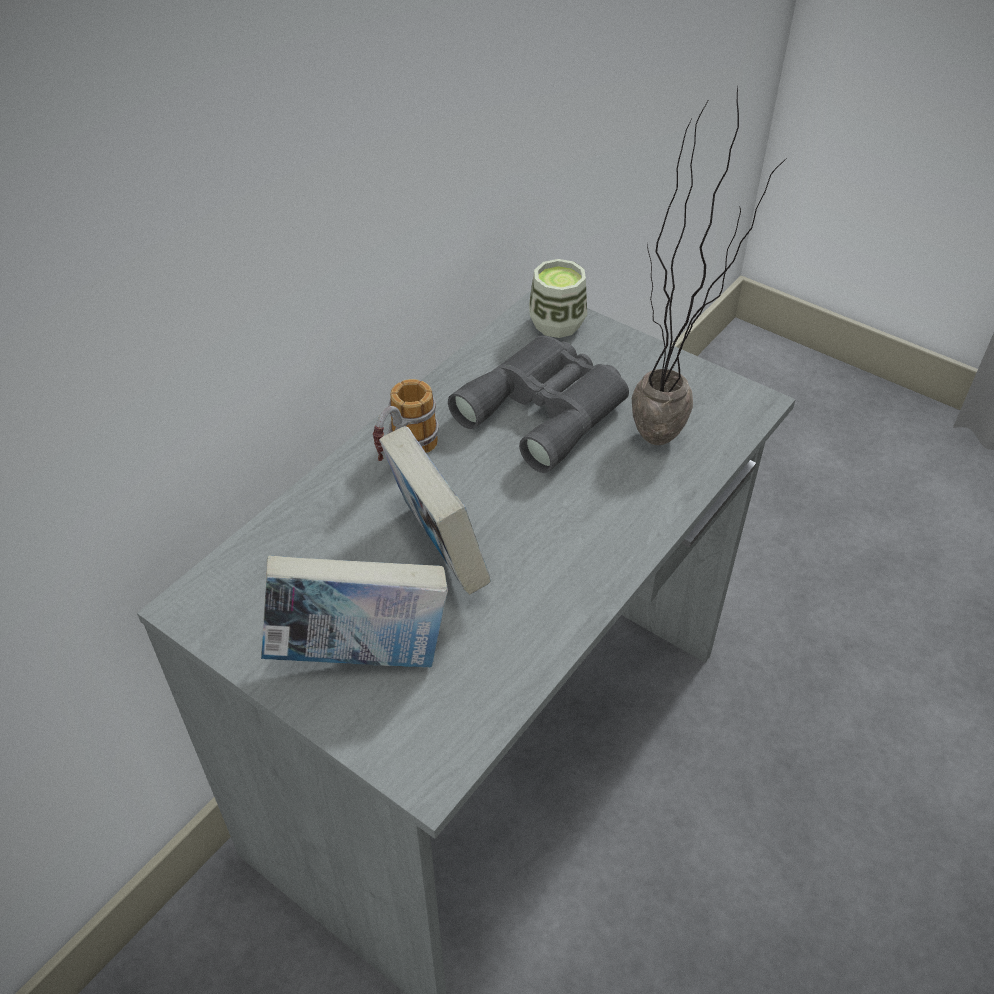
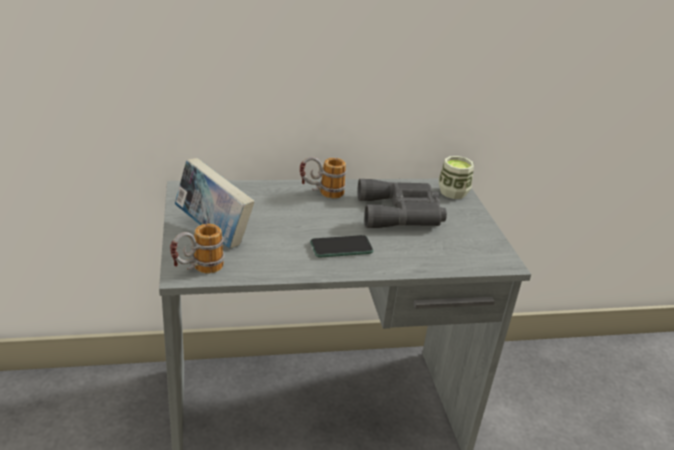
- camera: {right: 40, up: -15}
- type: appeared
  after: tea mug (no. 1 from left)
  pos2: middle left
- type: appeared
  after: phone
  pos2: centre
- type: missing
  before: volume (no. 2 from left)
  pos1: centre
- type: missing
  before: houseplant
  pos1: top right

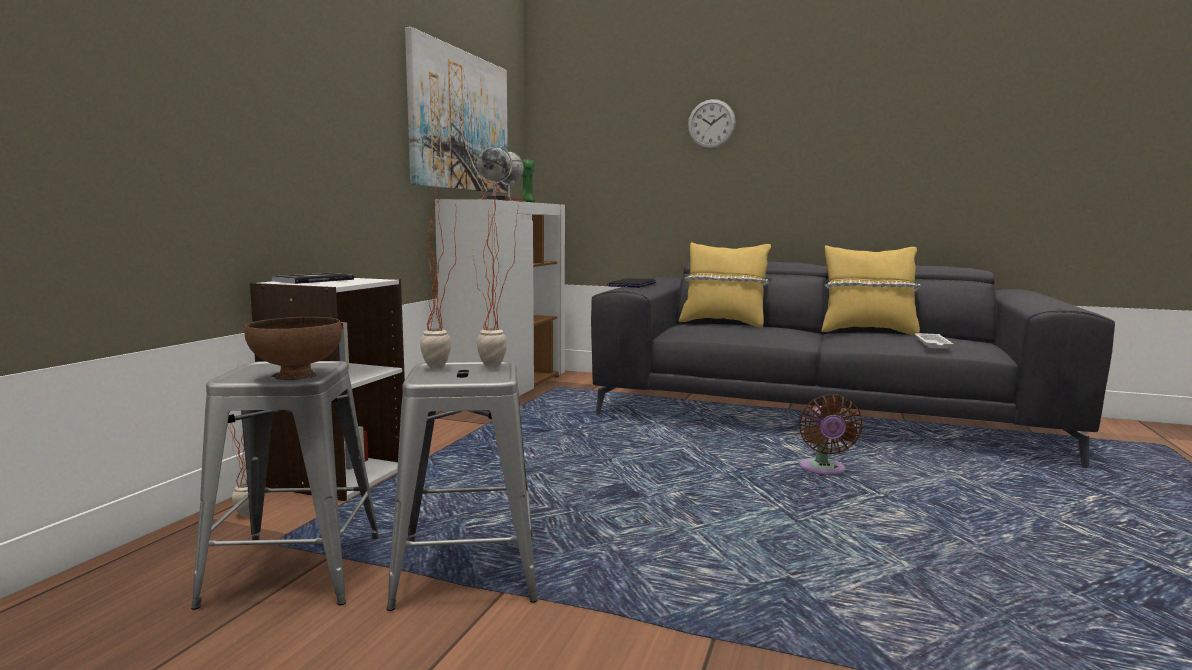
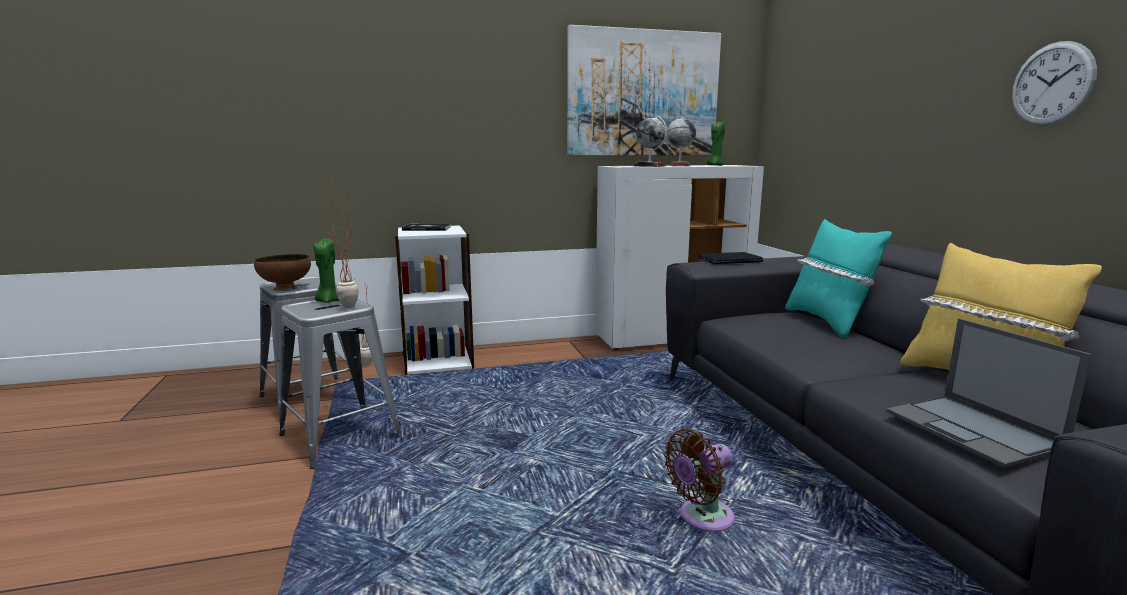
- camera: {right: 55, up: 5}
- type: exchanged
  before: houseplant (no. 2 from left)
  after: candle (greenish) (no. 1 from left)
  pos1: centre
  pos2: middle left
- type: colour
  before: throw pillow (yellowish) (no. 1 from left)
  after: throw pillow (turquoise)
  pos1: centre
  pos2: middle right
- type: exchanged
  before: serving tray (white)
  after: notebook computer (no. 2 from left)
  pos1: middle right
  pos2: middle right
- type: relocated
  before: wall clock
  pos1: top centre
  pos2: top right

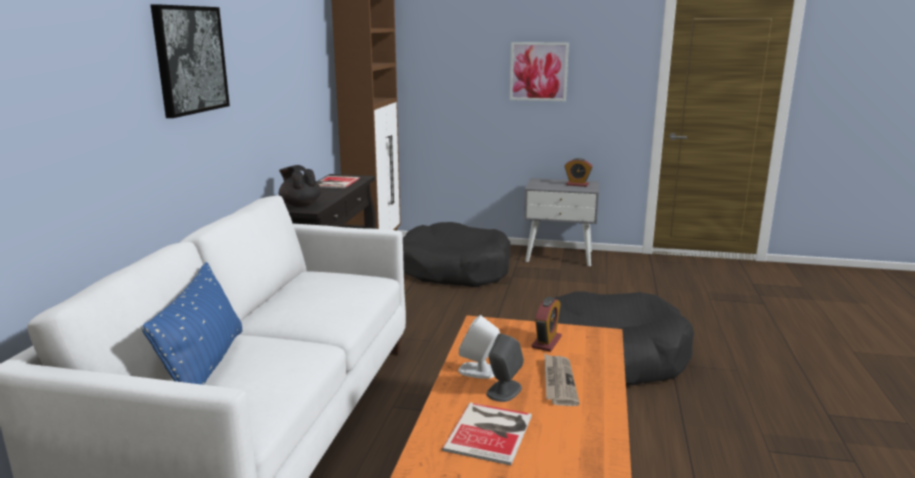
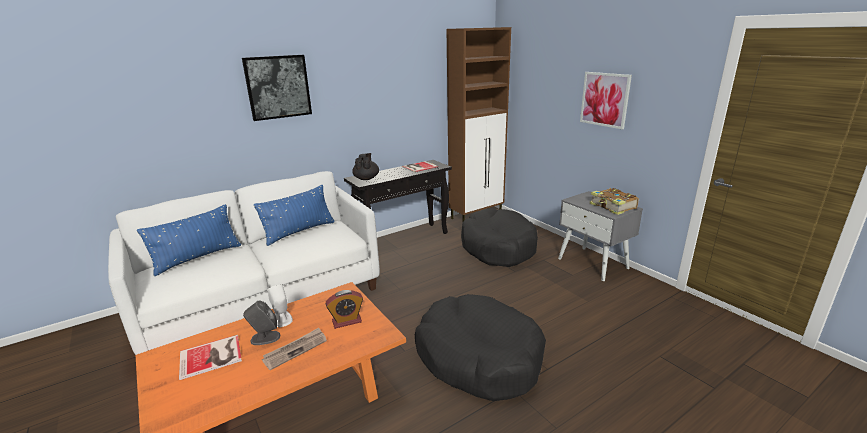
- camera: {right: 45, up: 5}
- type: appeared
  after: throw pillow (blue-coloured) (no. 2 from left)
  pos2: centre
- type: exchanged
  before: alarm clock (no. 2 from left)
  after: volume (no. 3 from left)
  pos1: centre
  pos2: middle right

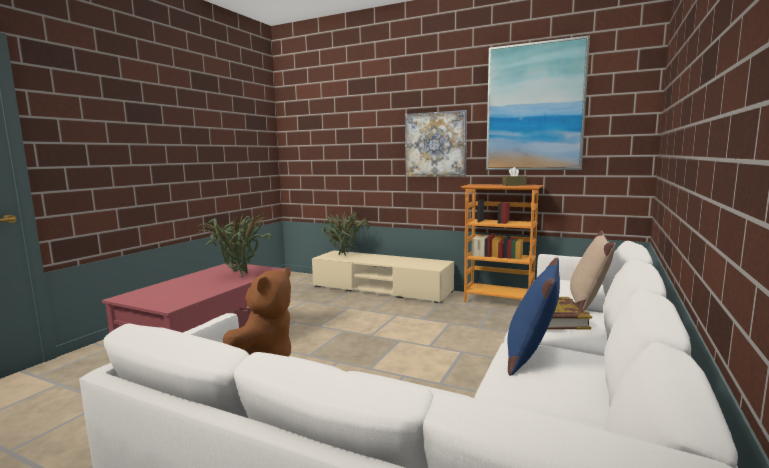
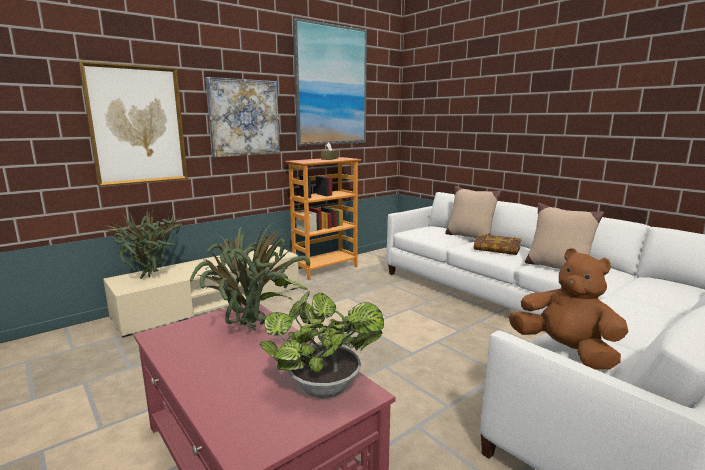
- camera: {right: -65, up: 5}
- type: appeared
  after: wall picture (no. 1 from left)
  pos2: top left
- type: appeared
  after: houseplant (no. 3 from left)
  pos2: bottom centre
- type: colour
  before: throw pillow (blue-coloured)
  after: throw pillow (beige-coloured) (no. 2 from left)
  pos1: bottom right
  pos2: middle right

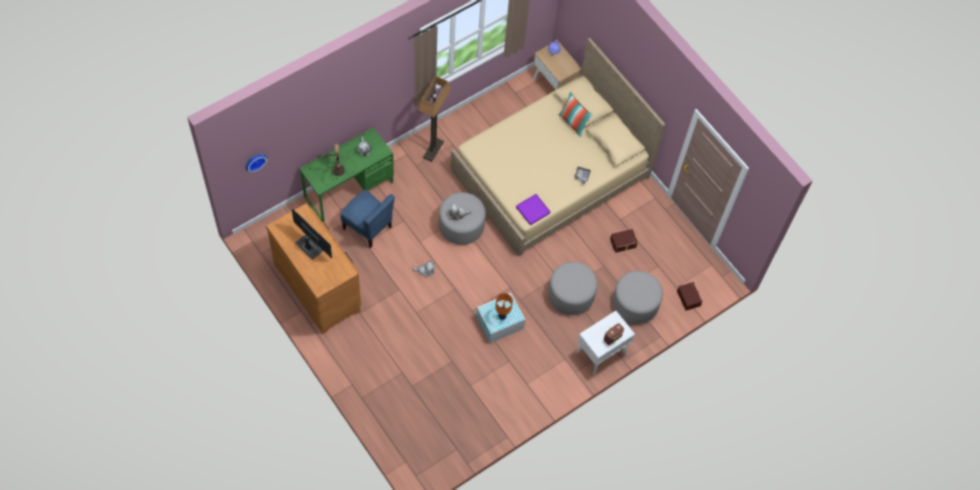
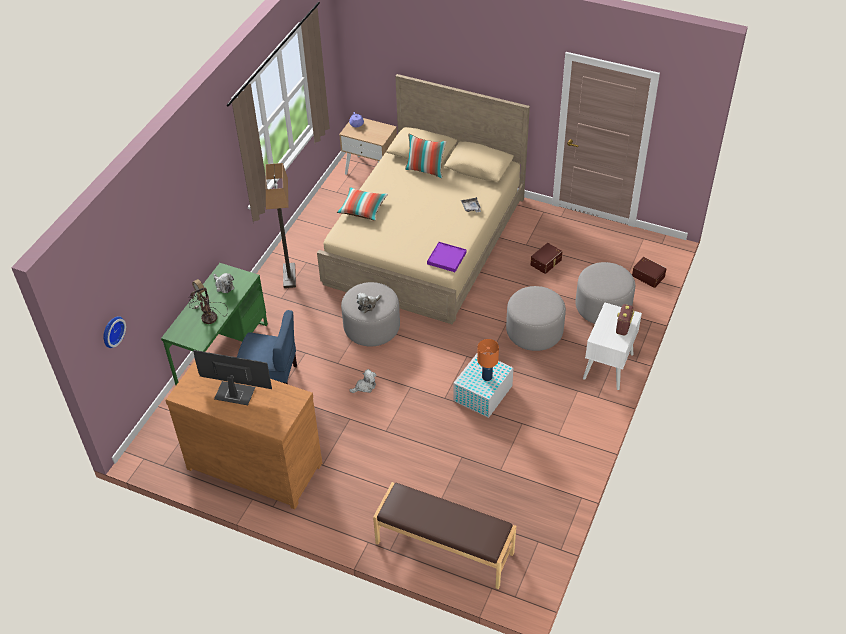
- camera: {right: -25, up: -15}
- type: appeared
  after: throw pillow (no. 1 from left)
  pos2: top centre
- type: appeared
  after: indoor bench (brown)
  pos2: bottom centre

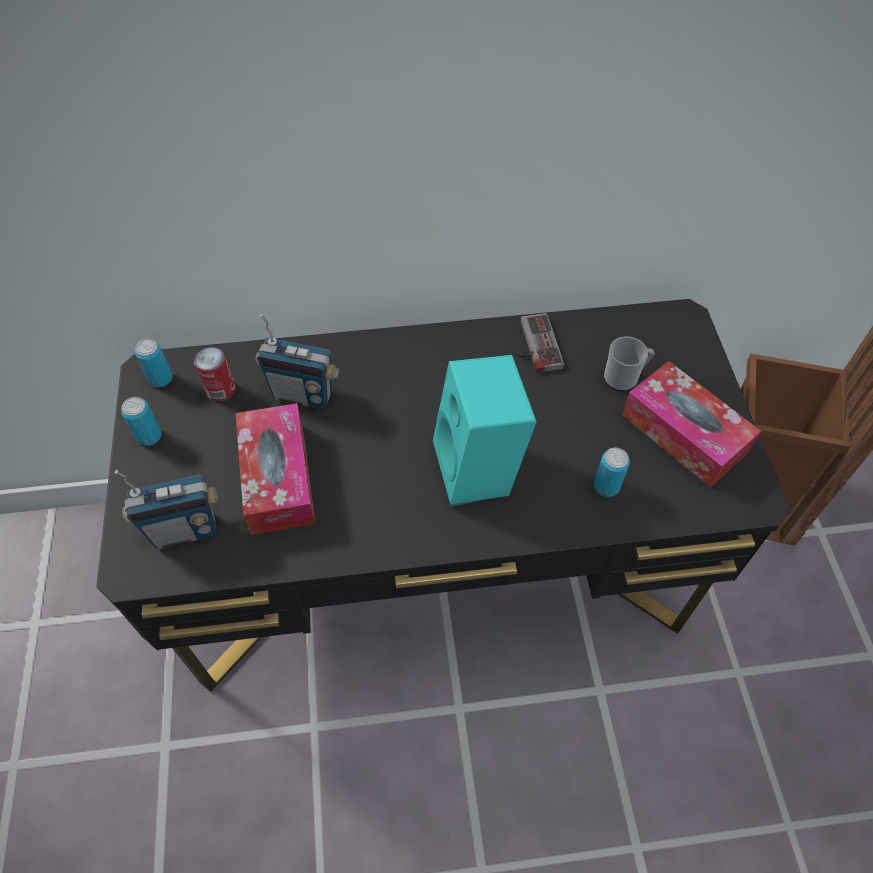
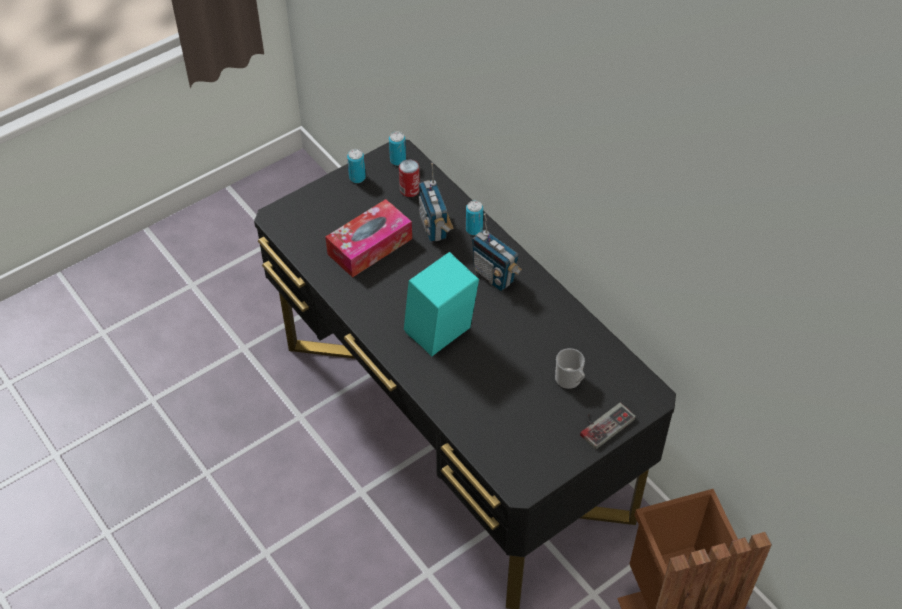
- camera: {right: 60, up: -5}
- type: relocated
  before: metal can (no. 4 from left)
  pos1: middle right
  pos2: centre
- type: relocated
  before: radio (no. 1 from left in the first image)
  after: radio (no. 2 from left)
  pos1: middle left
  pos2: centre
- type: relocated
  before: game controller
  pos1: centre
  pos2: bottom right
- type: missing
  before: tissue box (no. 2 from left)
  pos1: middle right

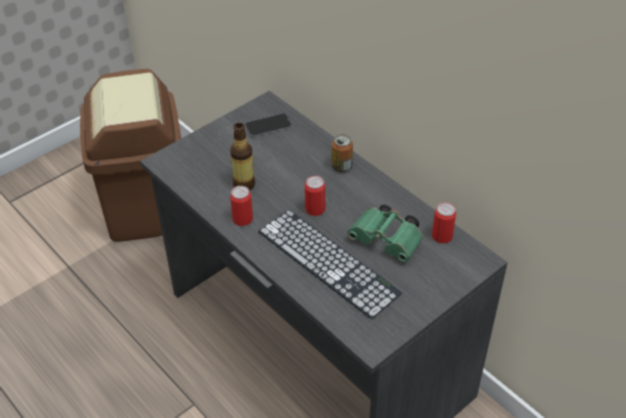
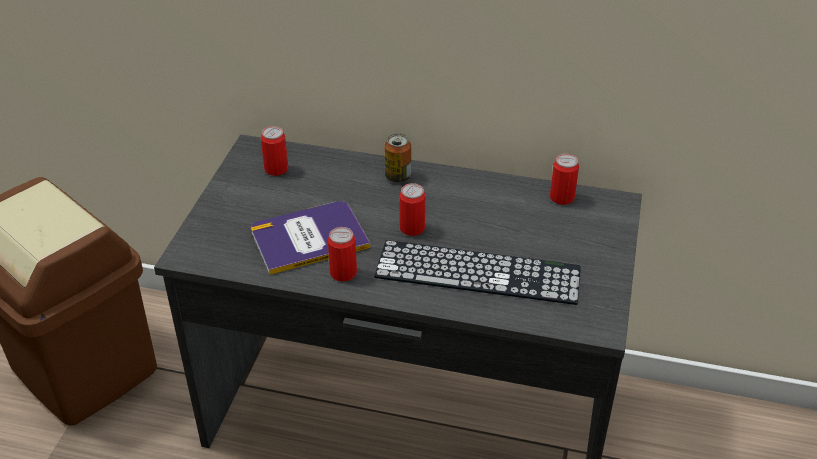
- camera: {right: -35, up: -5}
- type: exchanged
  before: bottle
  after: volume
  pos1: centre
  pos2: centre
- type: exchanged
  before: phone
  after: metal can (no. 1 from left)
  pos1: top centre
  pos2: top centre
- type: missing
  before: pair of binoculars (greenish)
  pos1: centre

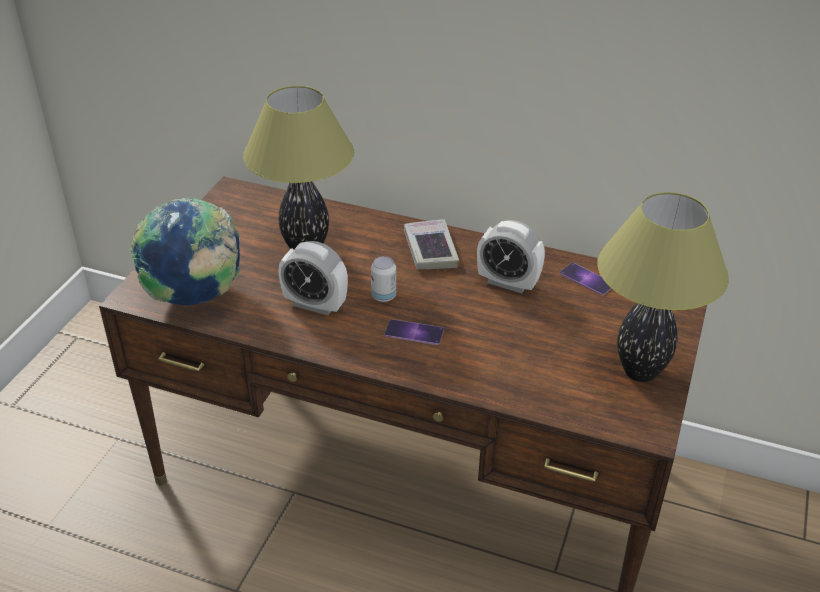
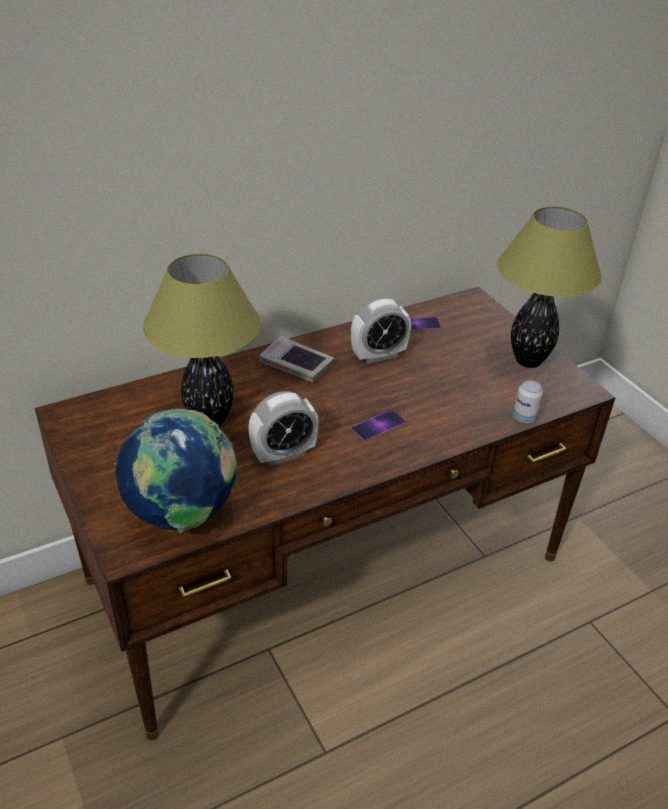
- camera: {right: -50, up: 0}
- type: relocated
  before: metal can
  pos1: centre
  pos2: middle right

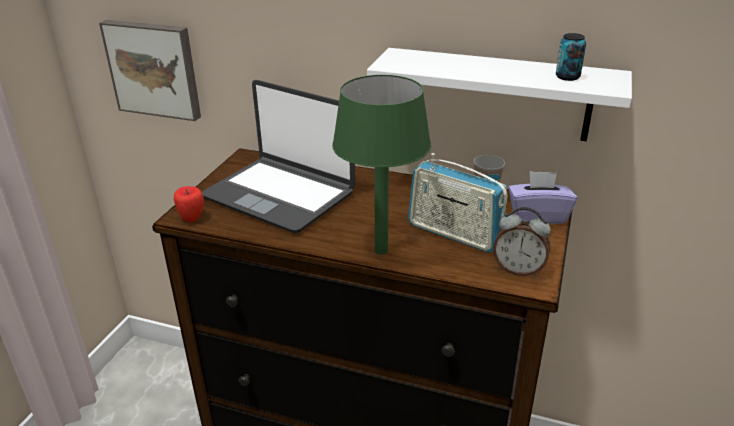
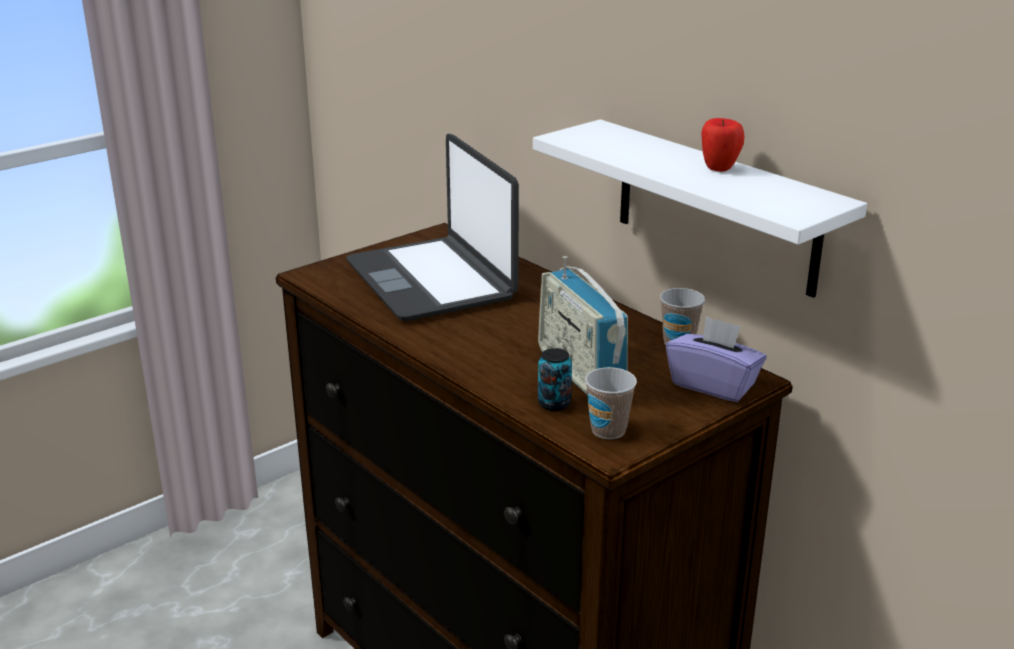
- camera: {right: 30, up: -5}
- type: relocated
  before: metal can
  pos1: top right
  pos2: centre
- type: exchanged
  before: alarm clock
  after: small cup (no. 1 from left)
  pos1: middle right
  pos2: centre
- type: relocated
  before: apple fruit
  pos1: middle left
  pos2: top right
- type: missing
  before: wall picture
  pos1: top left
- type: missing
  before: table lamp (greenish)
  pos1: centre

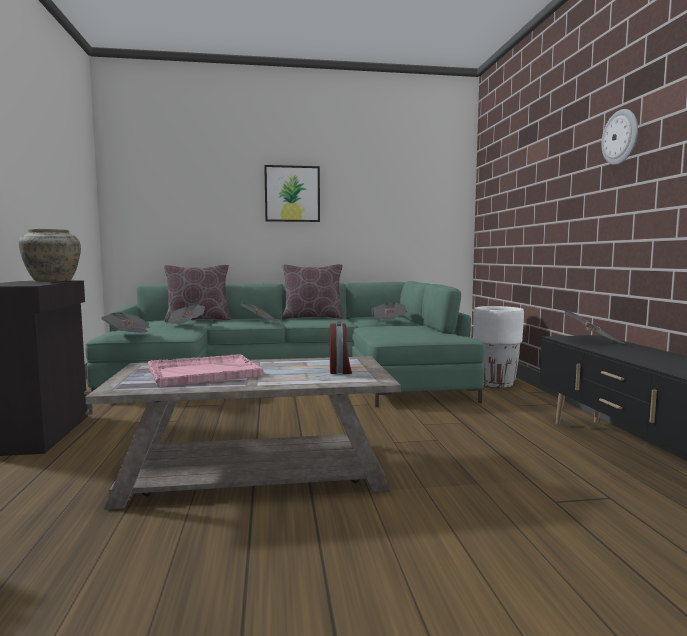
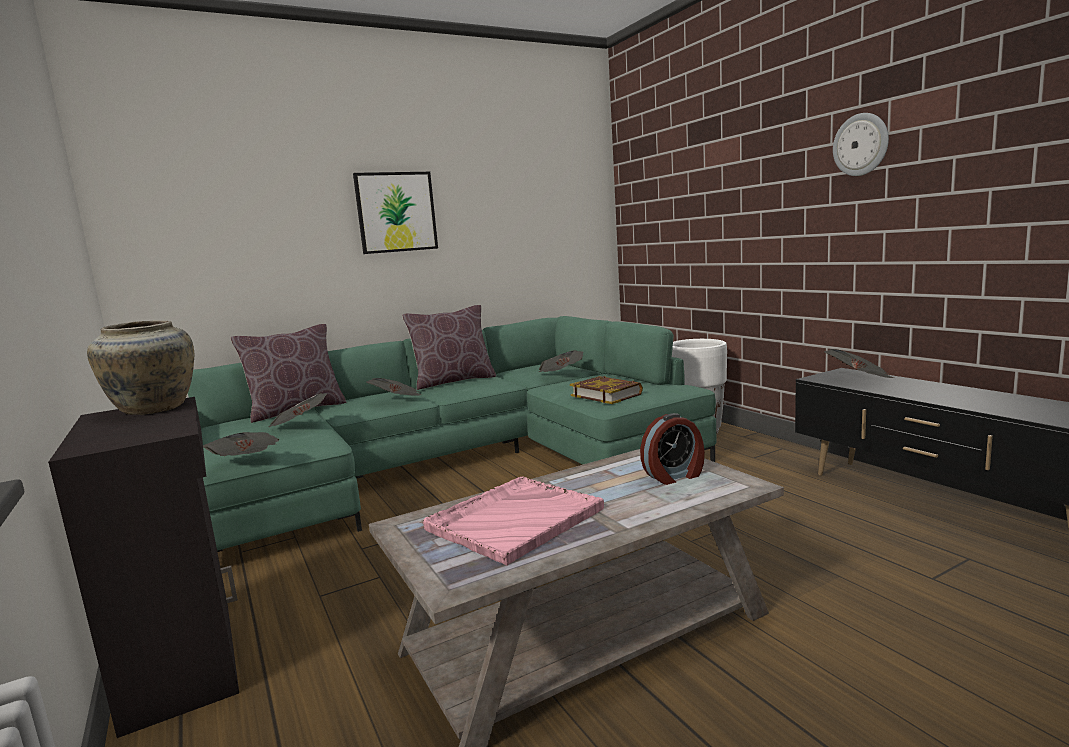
- camera: {right: -20, up: 5}
- type: appeared
  after: volume
  pos2: centre
- type: spun
  before: alarm clock
  pos1: centre
  pos2: centre
  turn: 90

